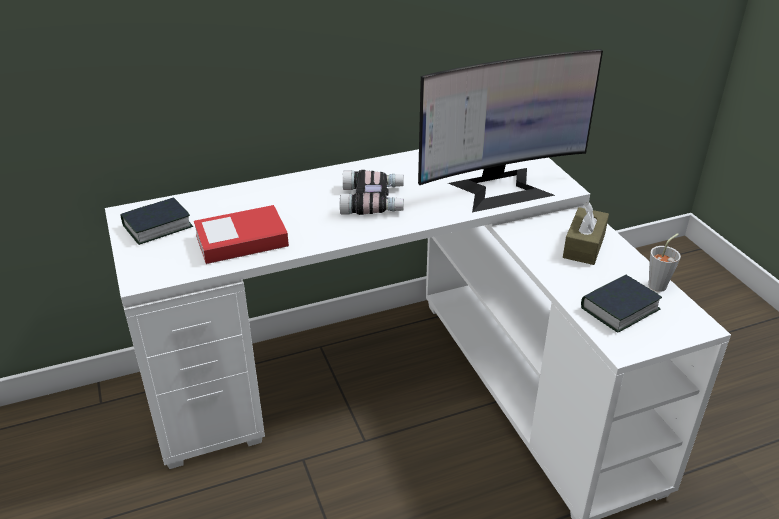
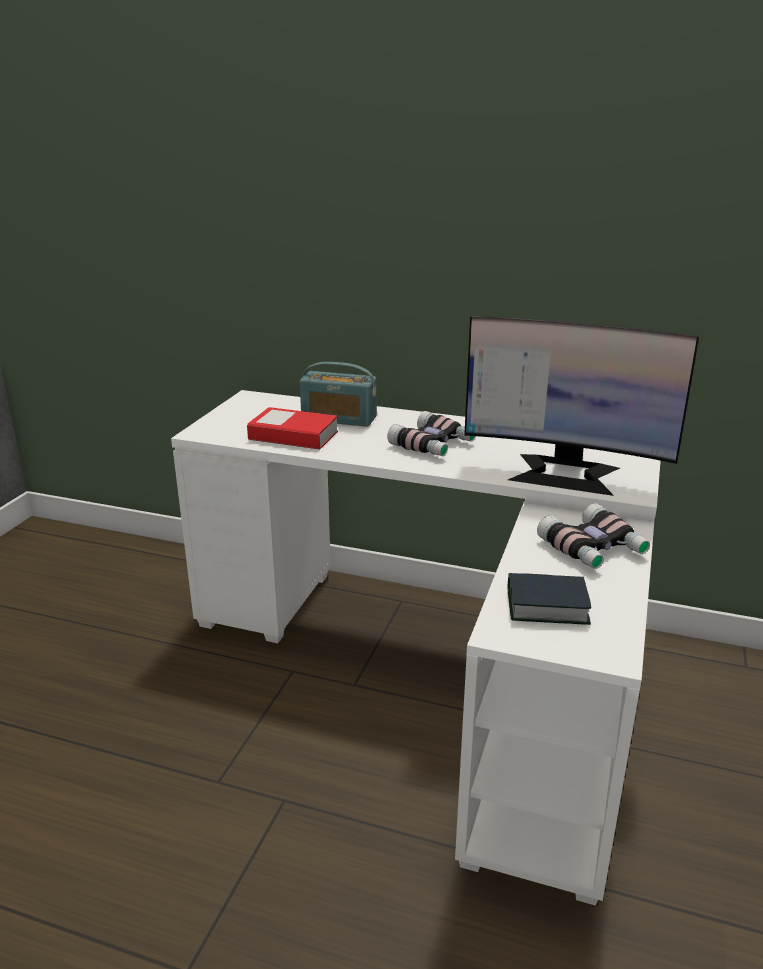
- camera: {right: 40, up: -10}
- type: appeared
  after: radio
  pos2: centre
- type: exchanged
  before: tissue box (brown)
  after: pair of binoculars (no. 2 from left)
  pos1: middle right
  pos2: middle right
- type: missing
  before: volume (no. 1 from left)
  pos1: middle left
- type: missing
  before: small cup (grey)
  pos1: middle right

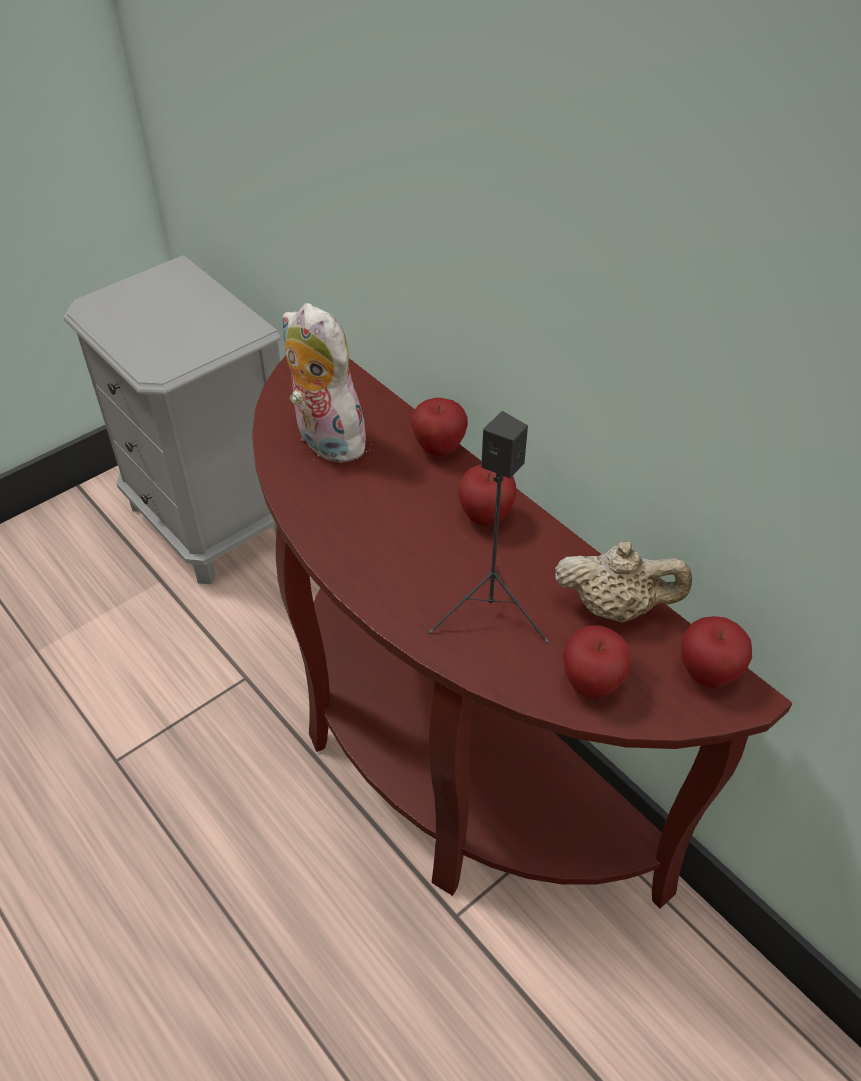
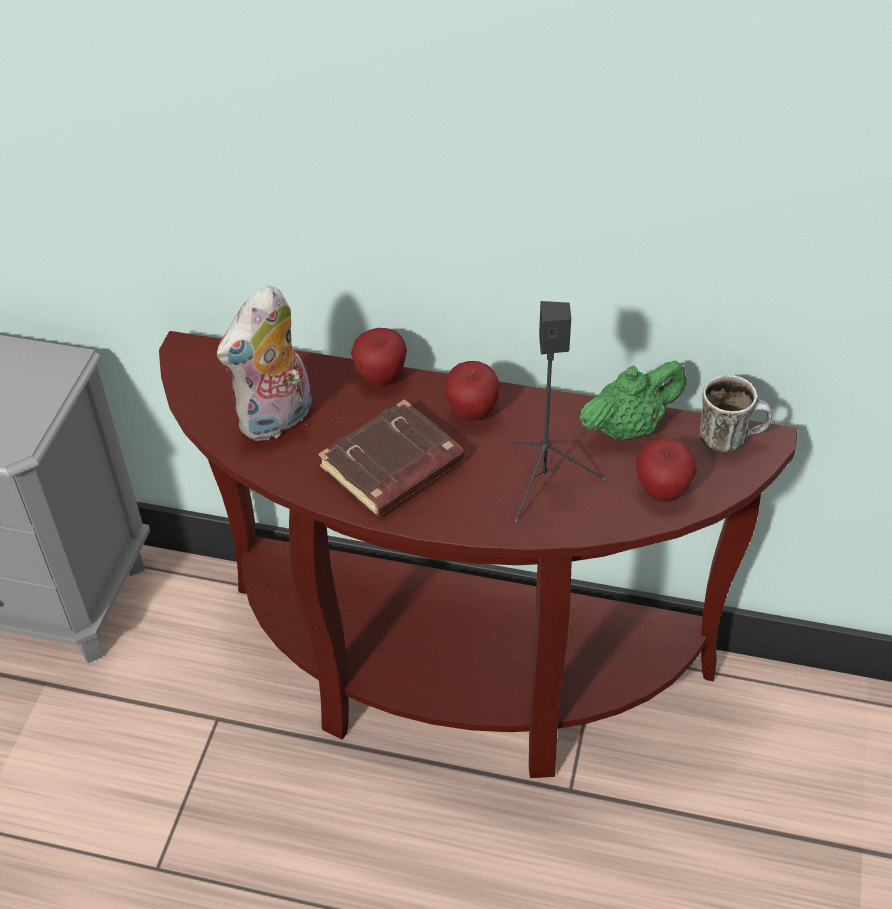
- camera: {right: -35, up: 0}
- type: spun
  before: soft toy
  pos1: centre
  pos2: middle left
  turn: -60
- type: appeared
  after: volume (brown)
  pos2: centre
- type: colour
  before: tea pot (beige-coloured)
  after: tea pot (greenish)
  pos1: middle right
  pos2: middle right
- type: exchanged
  before: apple fruit (no. 4 from left)
  after: tea mug
  pos1: middle right
  pos2: middle right

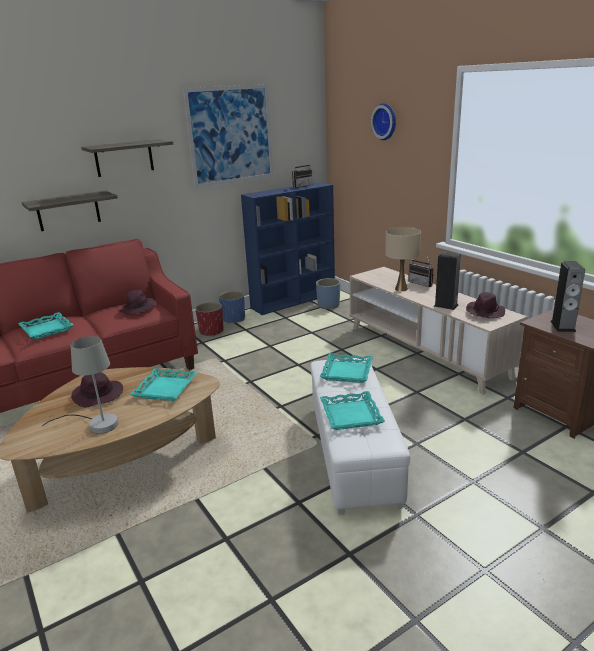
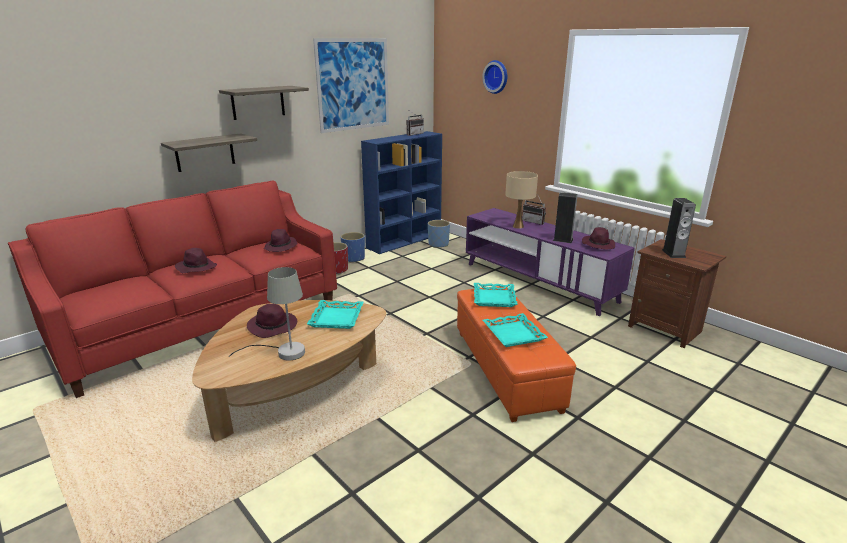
- camera: {right: -10, up: 0}
- type: exchanged
  before: serving tray (turquoise) (no. 1 from left)
  after: wearable hat (purplish) (no. 1 from left)
  pos1: middle left
  pos2: middle left
- type: colour
  before: ottoman (white)
  after: ottoman (orangey)
  pos1: bottom centre
  pos2: centre
- type: colour
  before: media console (beige-coloured)
  after: media console (purplish)
  pos1: middle right
  pos2: centre

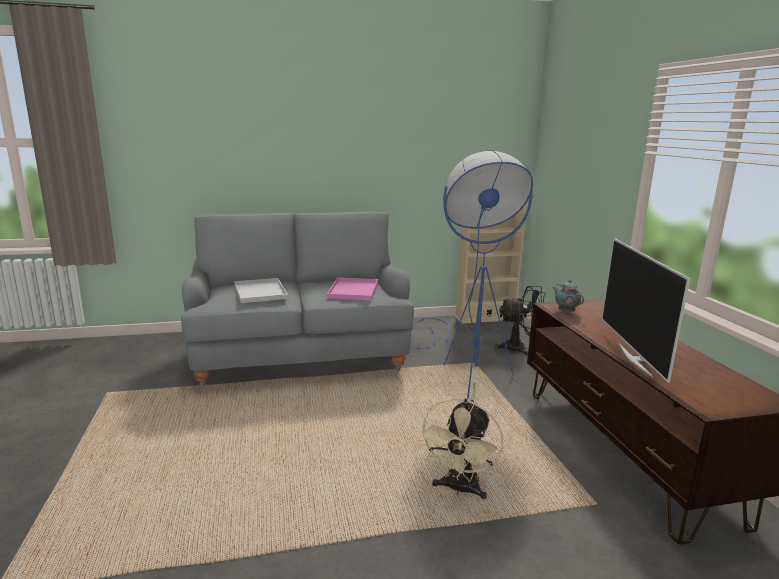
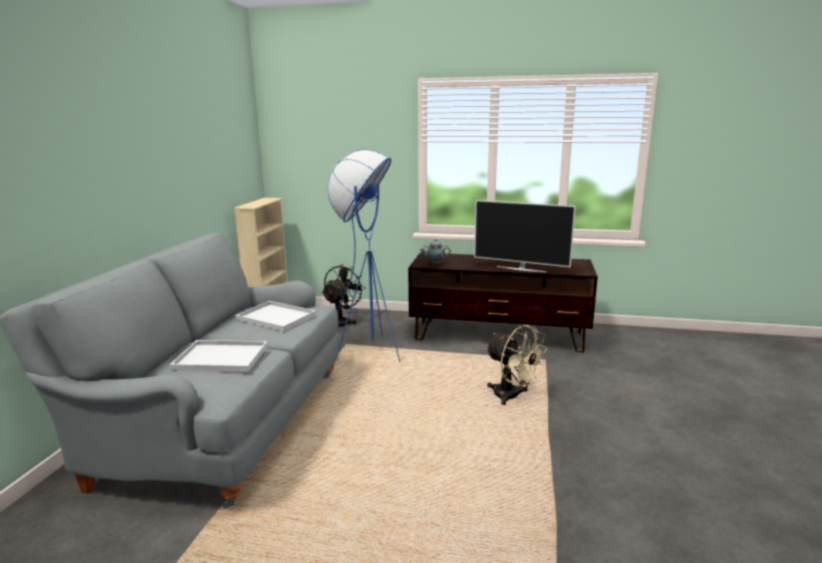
- camera: {right: -65, up: 0}
- type: colour
  before: serving tray (pink)
  after: serving tray (white) (no. 2 from left)
  pos1: centre
  pos2: centre

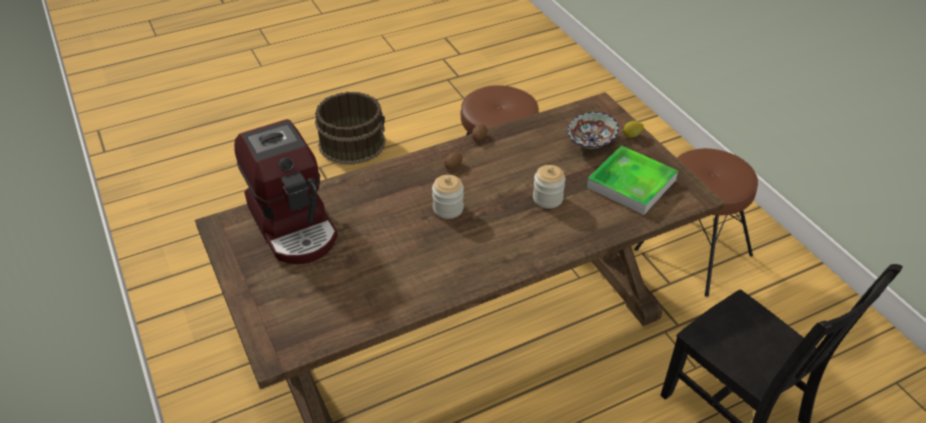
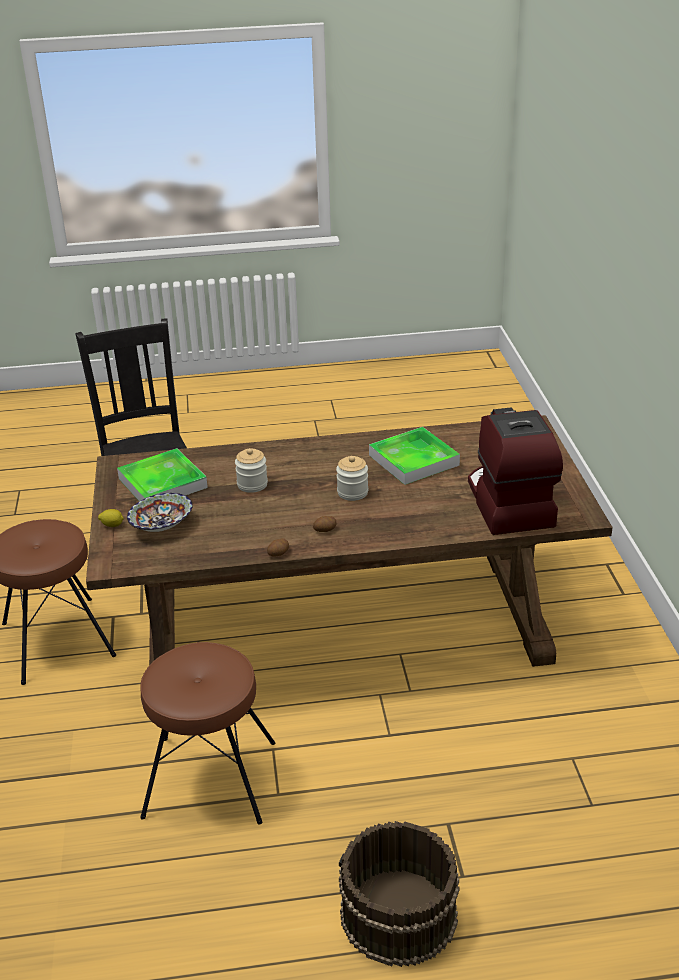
- camera: {right: -160, up: -10}
- type: appeared
  after: serving tray (no. 2 from left)
  pos2: centre

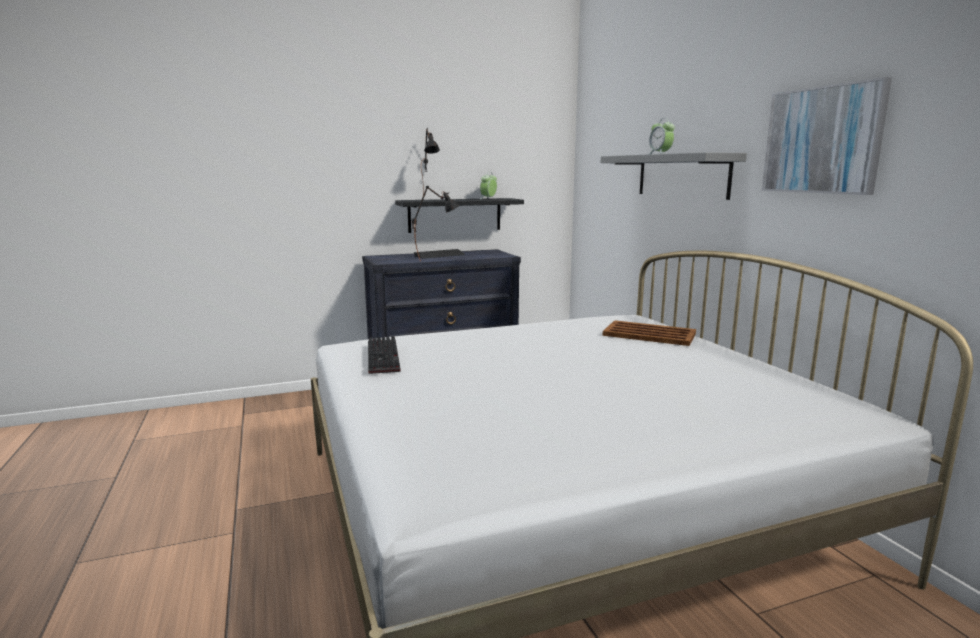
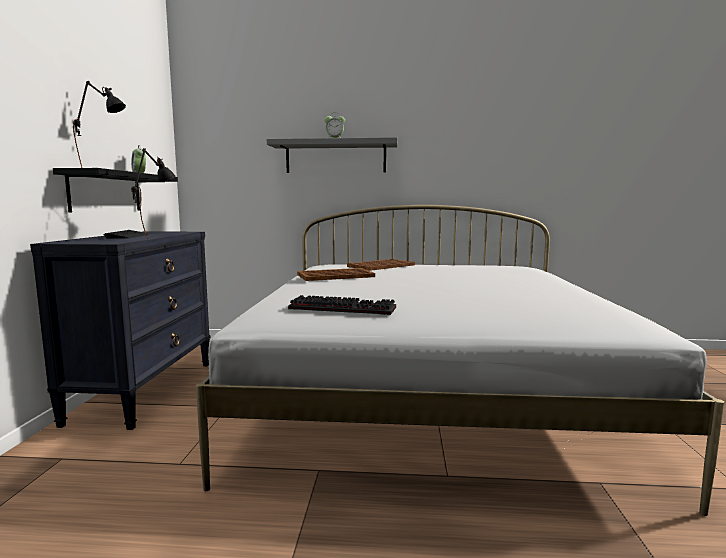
- camera: {right: -65, up: -5}
- type: appeared
  after: serving tray (brown) (no. 1 from left)
  pos2: centre
- type: missing
  before: wall picture
  pos1: top right

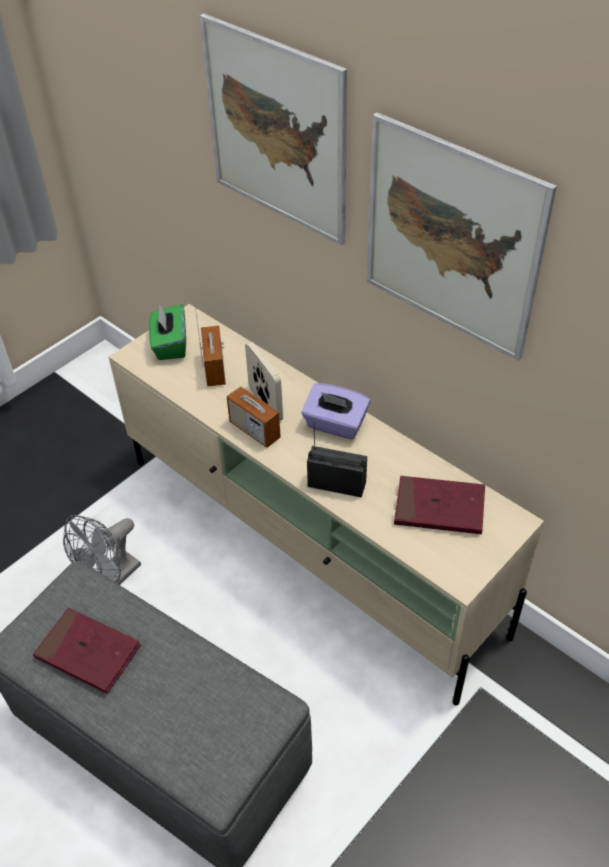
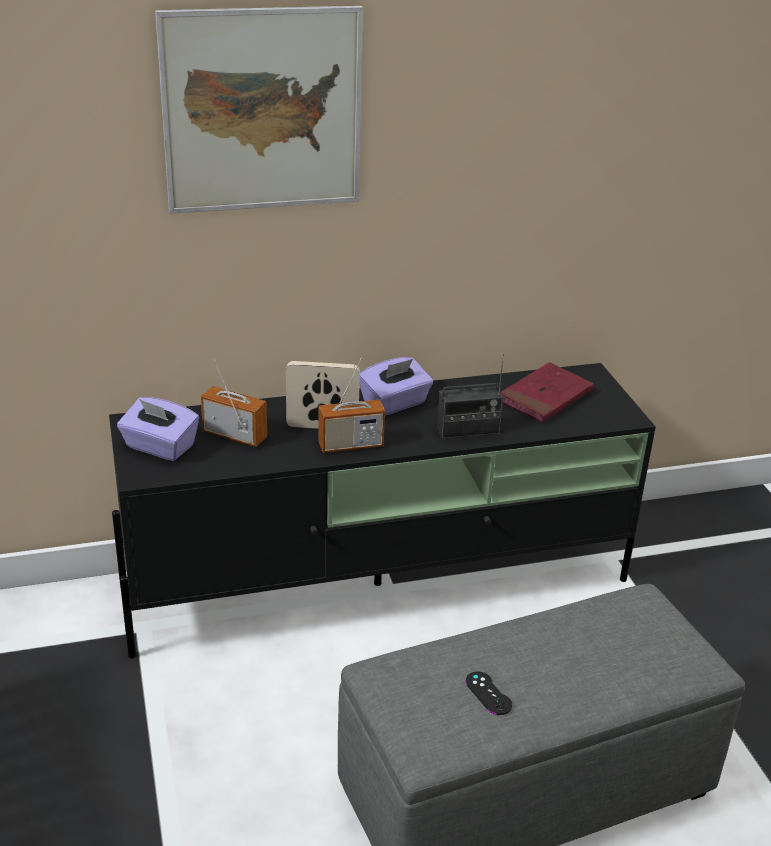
- camera: {right: -60, up: -15}
- type: colour
  before: media console (beige-coloured)
  after: media console (blackish)
  pos1: centre
  pos2: centre
- type: colour
  before: tissue box (greenish)
  after: tissue box (purplish) (no. 1 from left)
  pos1: middle left
  pos2: middle left
- type: spun
  before: radio (no. 3 from left)
  pos1: centre
  pos2: centre
  turn: -150
- type: exchanged
  before: volume (red-coloured) (no. 1 from left)
  after: game controller (blackish)
  pos1: bottom left
  pos2: bottom centre
- type: missing
  before: cooling fan (grey)
  pos1: middle left
- type: missing
  before: wall picture (no. 2 from left)
  pos1: top right

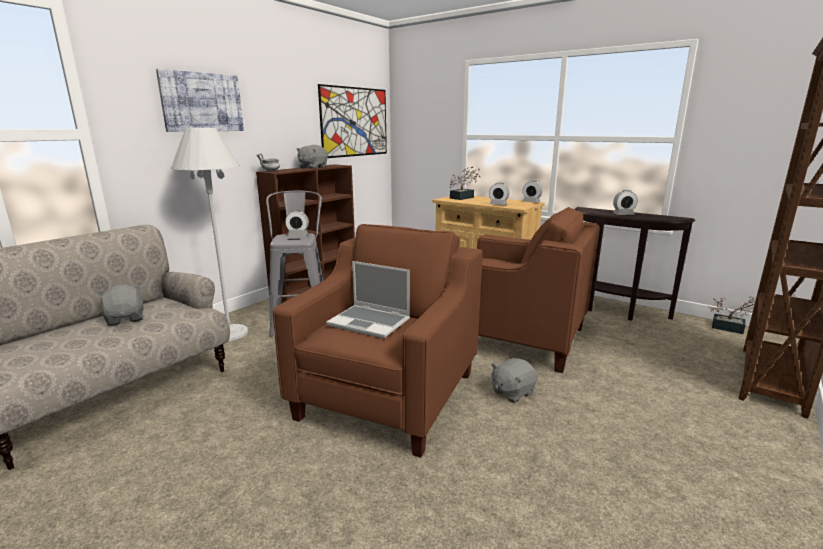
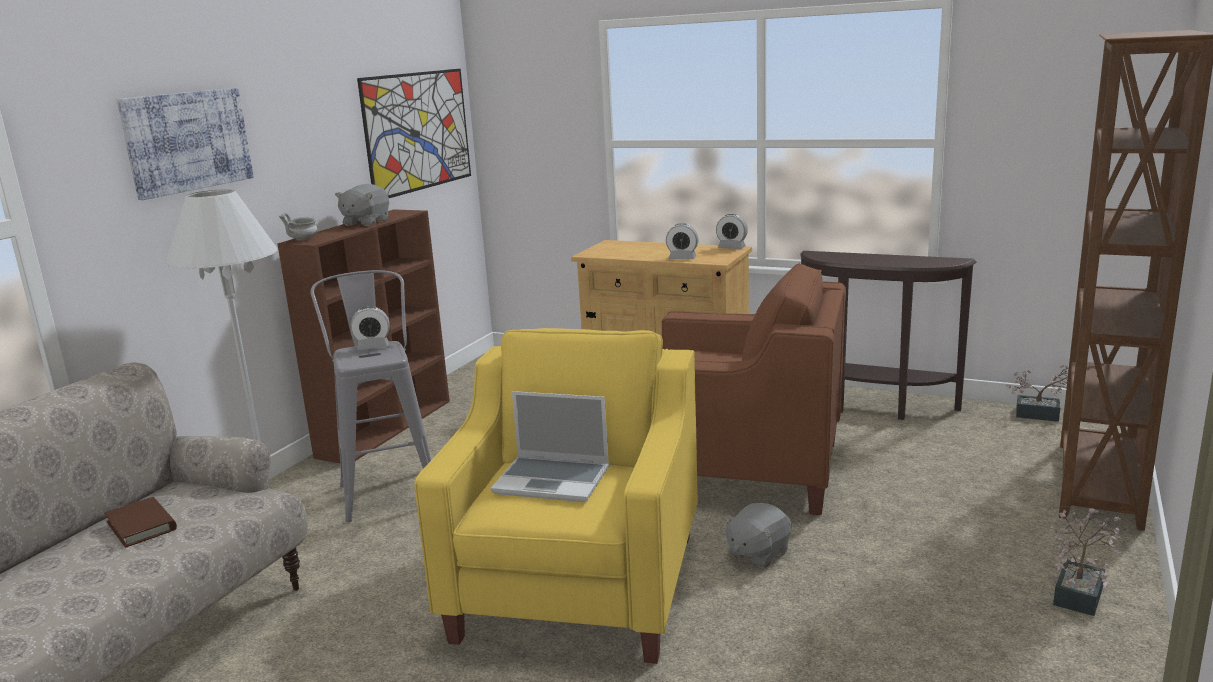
- camera: {right: -10, up: 0}
- type: exchanged
  before: soft toy (grey) (no. 1 from left)
  after: volume (brown)
  pos1: middle left
  pos2: bottom left
- type: colour
  before: lounge chair (brown) (no. 1 from left)
  after: lounge chair (yellowish)
  pos1: centre
  pos2: bottom centre
- type: relocated
  before: houseplant (no. 1 from left in the first image)
  after: houseplant (no. 2 from left)
  pos1: centre
  pos2: bottom right
- type: missing
  before: alarm clock (no. 4 from left)
  pos1: middle right

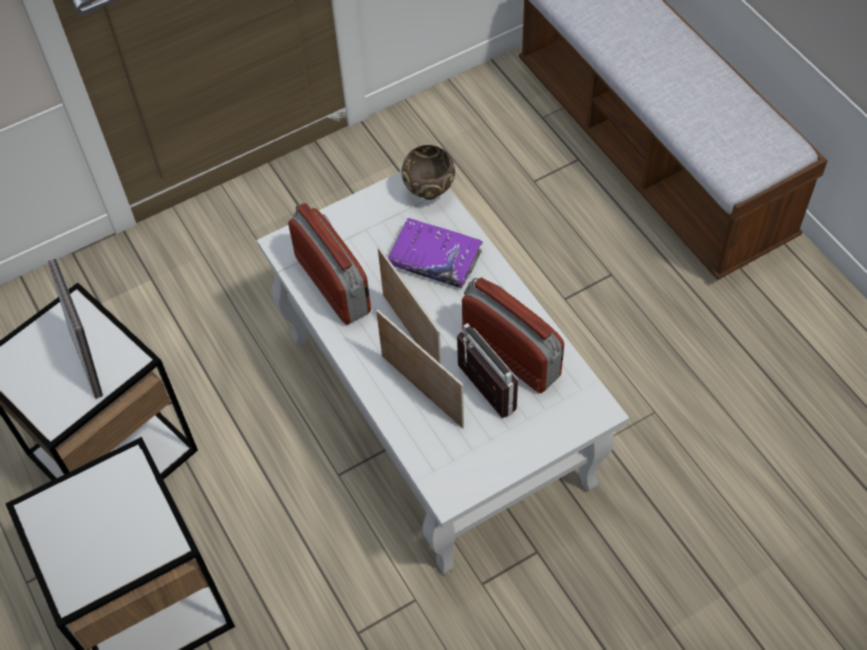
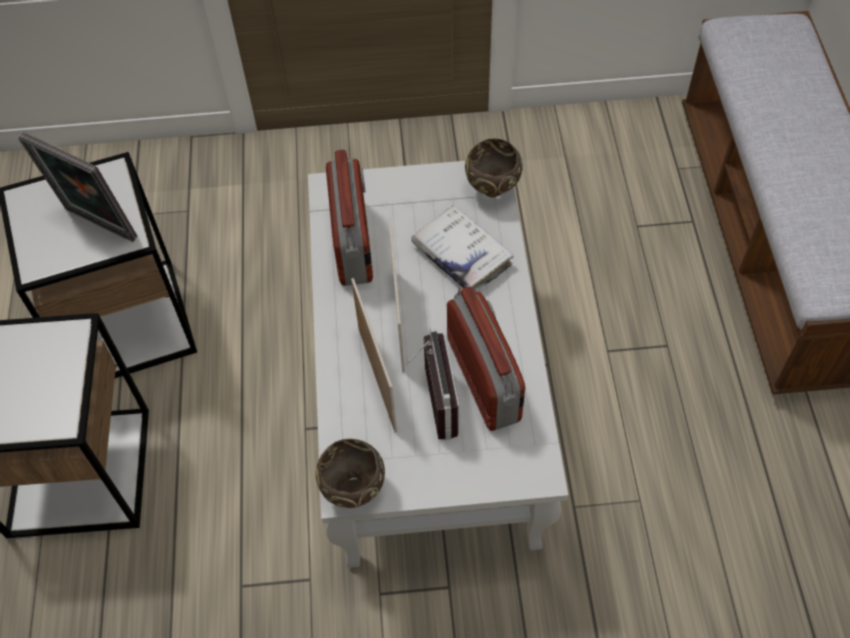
- camera: {right: 25, up: 0}
- type: spun
  before: picture frame (no. 1 from left)
  pos1: middle left
  pos2: top left
  turn: 120
- type: appeared
  after: bowl (brown) (no. 1 from left)
  pos2: bottom centre
- type: colour
  before: volume (purplish)
  after: volume (white)
  pos1: centre
  pos2: centre

